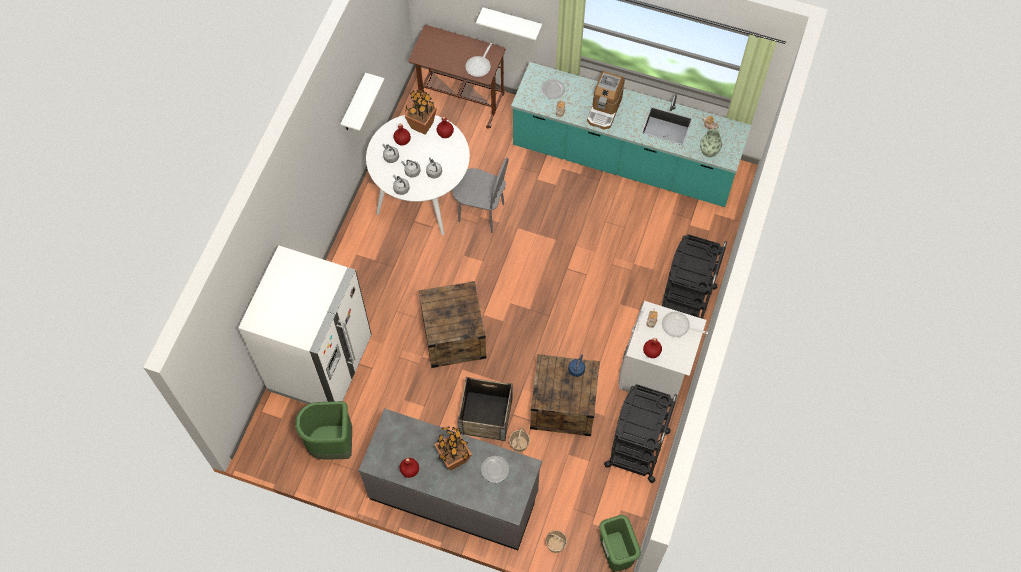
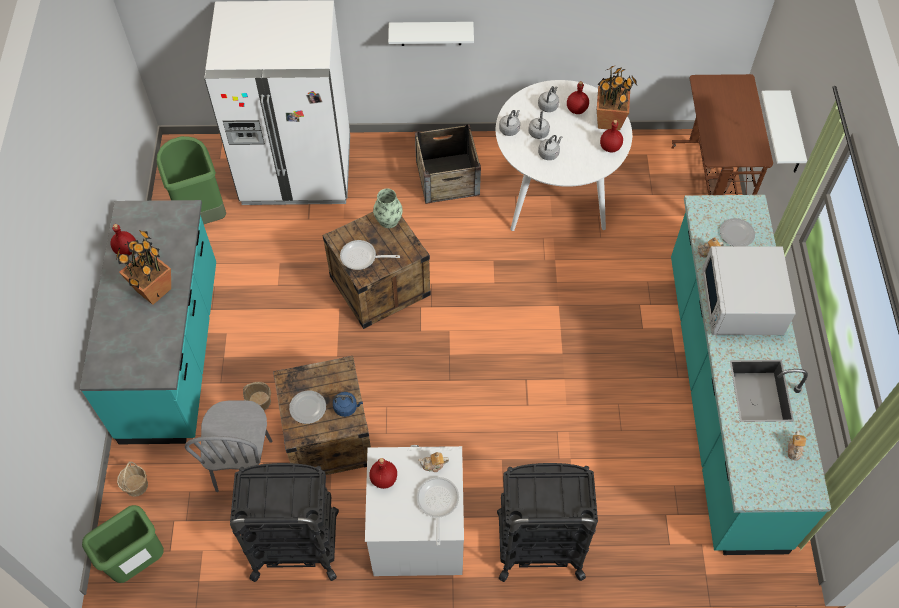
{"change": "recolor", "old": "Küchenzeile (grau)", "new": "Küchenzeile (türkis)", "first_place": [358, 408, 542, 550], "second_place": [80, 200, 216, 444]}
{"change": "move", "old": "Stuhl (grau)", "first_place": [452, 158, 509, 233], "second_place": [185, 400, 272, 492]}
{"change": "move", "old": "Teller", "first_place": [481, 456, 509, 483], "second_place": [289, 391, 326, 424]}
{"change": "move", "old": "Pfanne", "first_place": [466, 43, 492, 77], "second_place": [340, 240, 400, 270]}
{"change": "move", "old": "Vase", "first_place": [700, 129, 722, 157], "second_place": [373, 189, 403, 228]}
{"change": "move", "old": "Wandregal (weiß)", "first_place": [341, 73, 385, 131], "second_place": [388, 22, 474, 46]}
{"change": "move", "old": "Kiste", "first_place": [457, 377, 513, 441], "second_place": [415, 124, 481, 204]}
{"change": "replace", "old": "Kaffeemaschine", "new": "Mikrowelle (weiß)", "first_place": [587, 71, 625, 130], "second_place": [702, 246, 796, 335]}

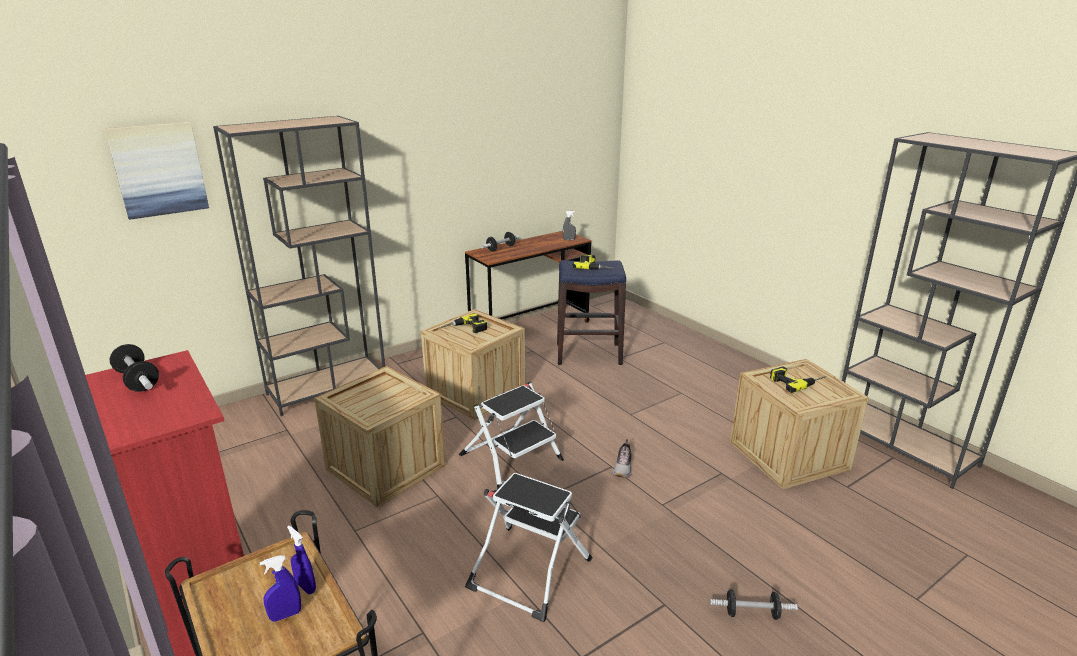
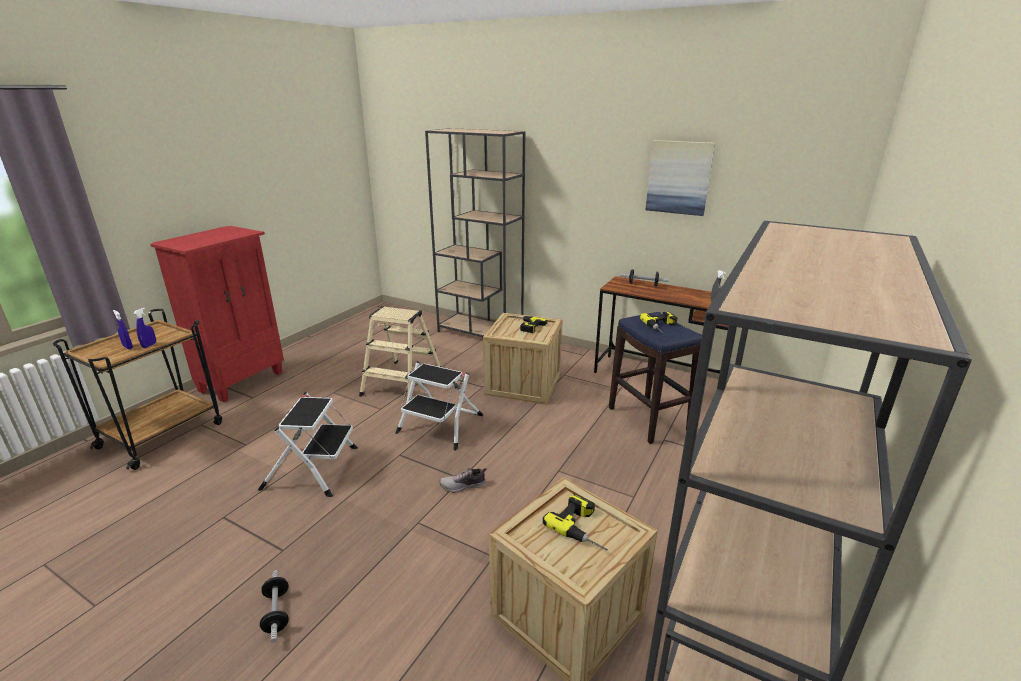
{"change": "replace", "old": "Kiste", "new": "Trittleiter (beige)", "first_place": [314, 366, 446, 507], "second_place": [359, 306, 441, 398]}
{"change": "move", "old": "Bild", "first_place": [105, 122, 209, 220], "second_place": [645, 140, 715, 216]}
{"change": "delete", "old": "Hantel", "first_place": [110, 344, 159, 392]}

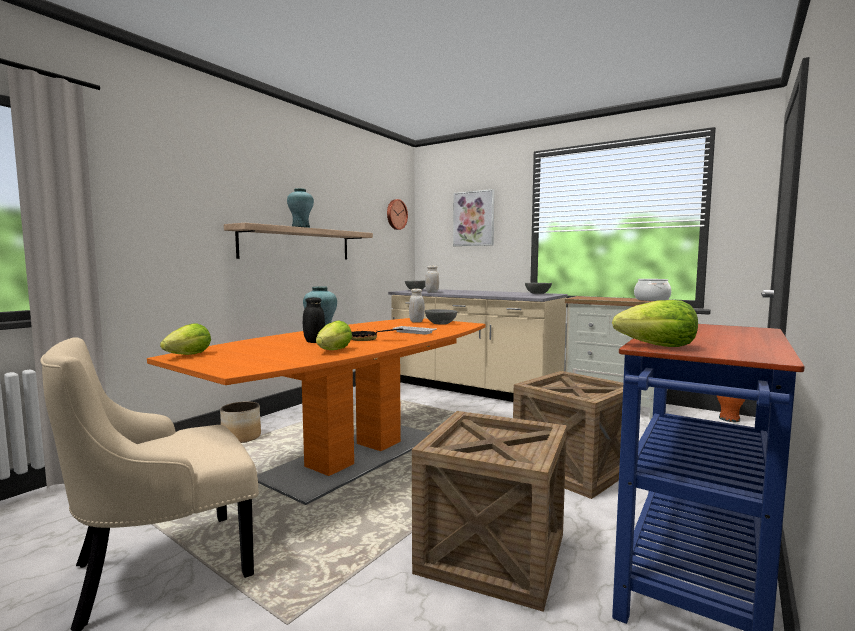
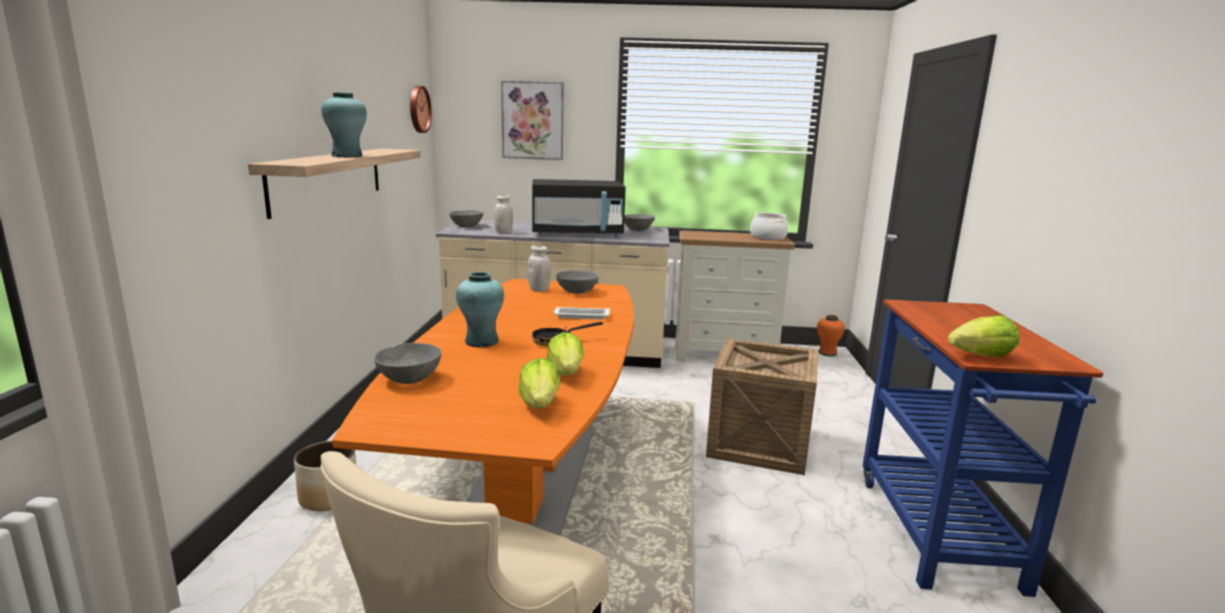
{"change": "insert", "new": "Schüssel (grau)", "second_place": [374, 343, 441, 384]}
{"change": "move", "old": "Salatkopf", "first_place": [160, 323, 211, 355], "second_place": [519, 358, 561, 409]}
{"change": "insert", "new": "Mikrowelle (schwarz)", "second_place": [532, 179, 626, 237]}
{"change": "delete", "old": "Vorratsglas (schwarz)", "first_place": [303, 297, 325, 343]}
{"change": "delete", "old": "Kiste", "first_place": [412, 411, 567, 612]}

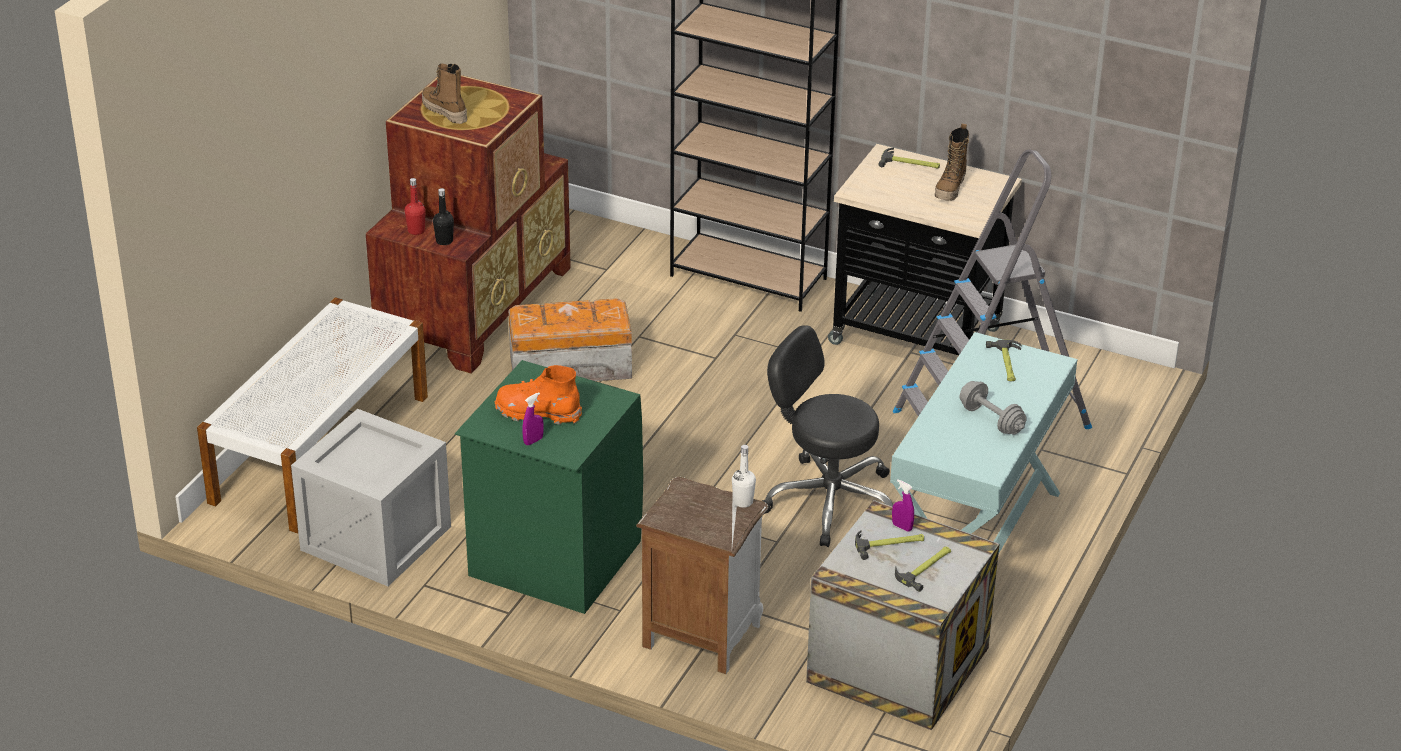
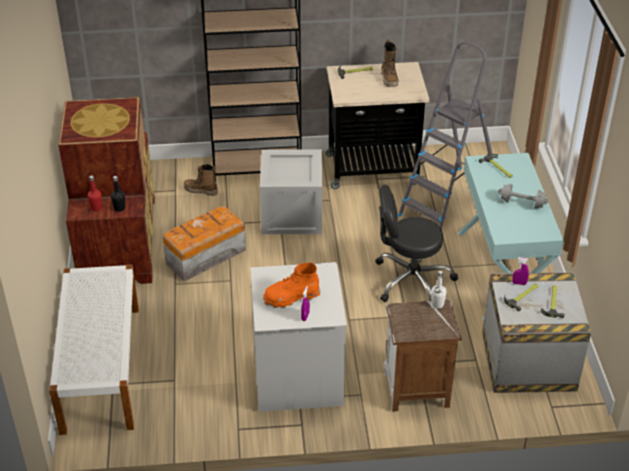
{"change": "move", "old": "Stiefel", "first_place": [422, 63, 467, 124], "second_place": [184, 164, 218, 196]}
{"change": "recolor", "old": "Waschmaschine (grün)", "new": "Waschmaschine (weiß)", "first_place": [455, 360, 643, 614], "second_place": [250, 262, 347, 412]}
{"change": "move", "old": "Kiste", "first_place": [291, 409, 451, 586], "second_place": [260, 150, 322, 234]}

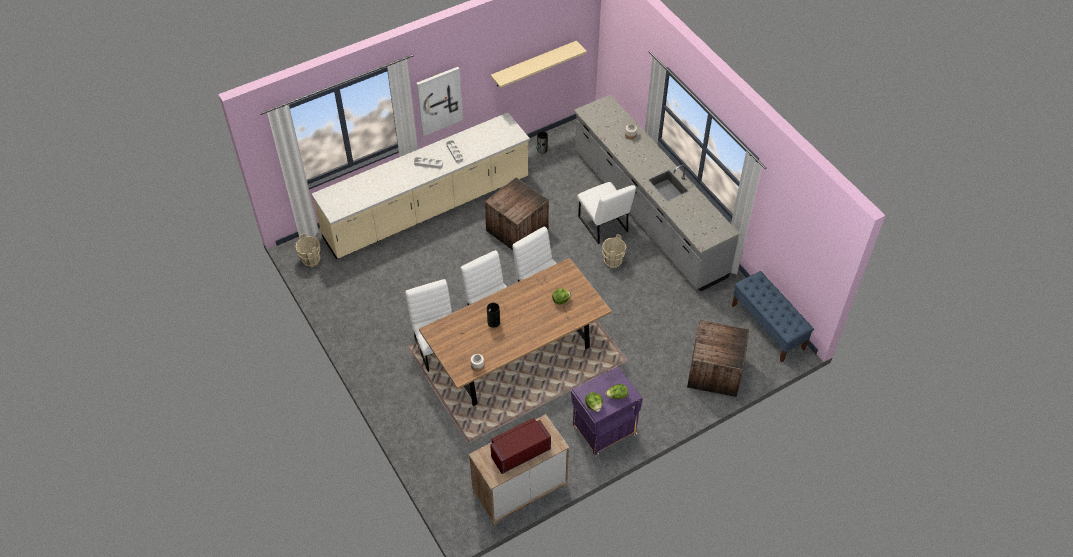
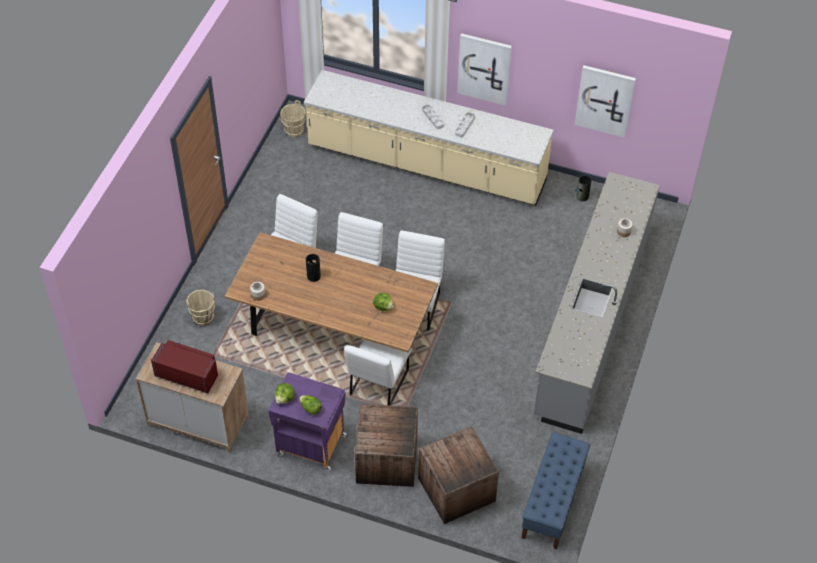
{"change": "move", "old": "Eimer (beige)", "first_place": [603, 234, 626, 268], "second_place": [186, 290, 215, 326]}
{"change": "move", "old": "Stuhl (weiß)", "first_place": [577, 182, 636, 244], "second_place": [344, 339, 411, 406]}
{"change": "move", "old": "Kiste", "first_place": [485, 177, 549, 250], "second_place": [355, 404, 418, 487]}
{"change": "replace", "old": "Wandregal (beige)", "new": "Bild", "first_place": [491, 41, 587, 88], "second_place": [575, 65, 636, 137]}

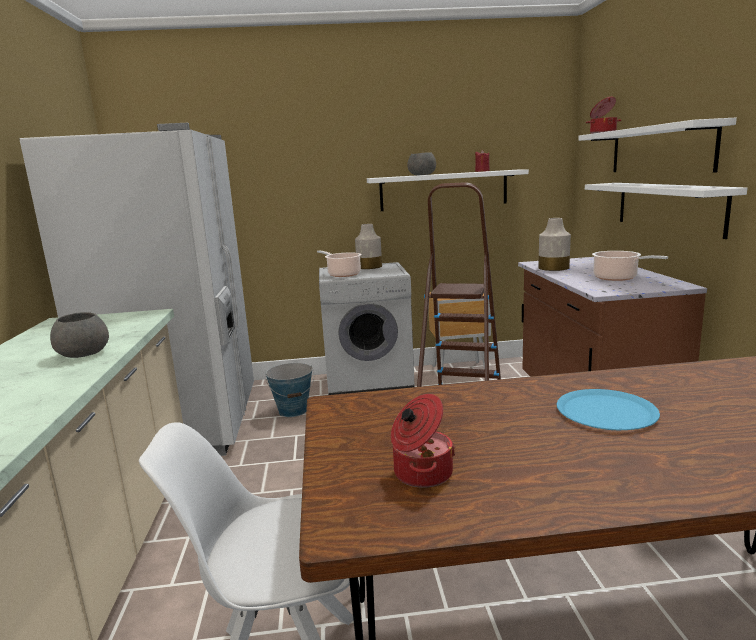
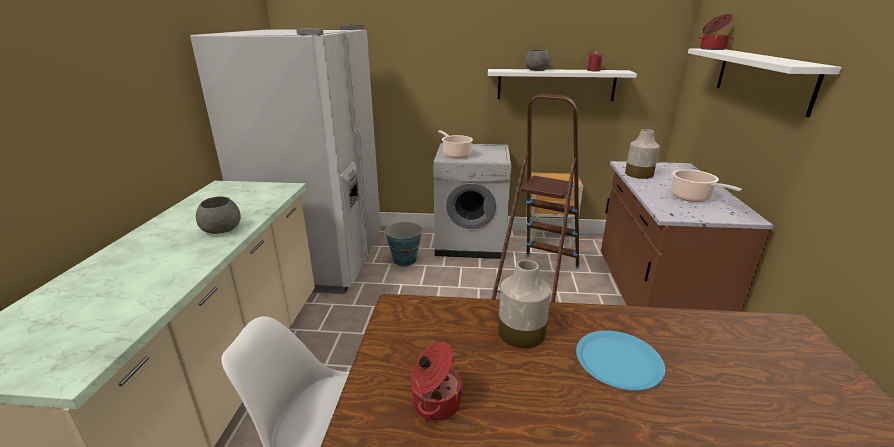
{"change": "move", "old": "Vase (beige)", "first_place": [355, 224, 382, 269], "second_place": [498, 260, 551, 348]}
{"change": "delete", "old": "Wandregal (weiß)", "first_place": [585, 183, 747, 239]}

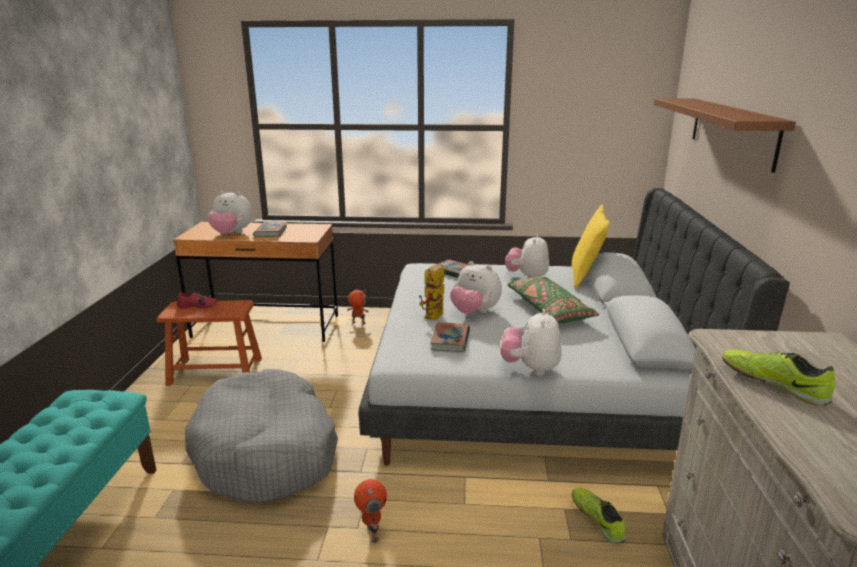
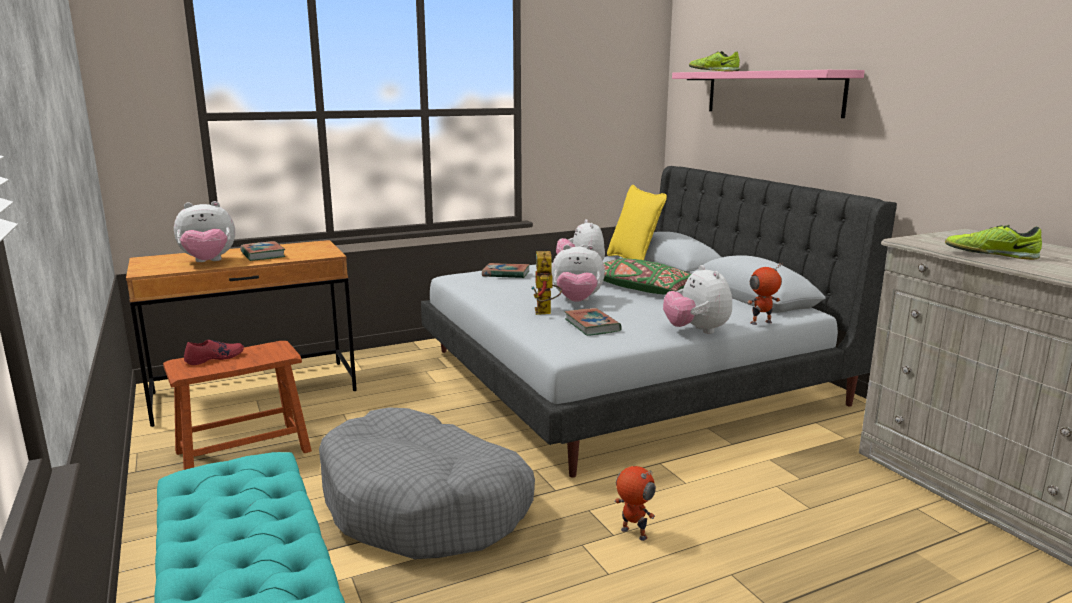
{"change": "recolor", "old": "Wandregal (braun)", "new": "Wandregal (rosa)", "first_place": [654, 98, 796, 173], "second_place": [672, 70, 865, 118]}
{"change": "move", "old": "Schuh", "first_place": [572, 488, 626, 544], "second_place": [689, 51, 740, 72]}
{"change": "move", "old": "Spielzeugroboter", "first_place": [347, 289, 369, 325], "second_place": [747, 263, 783, 325]}

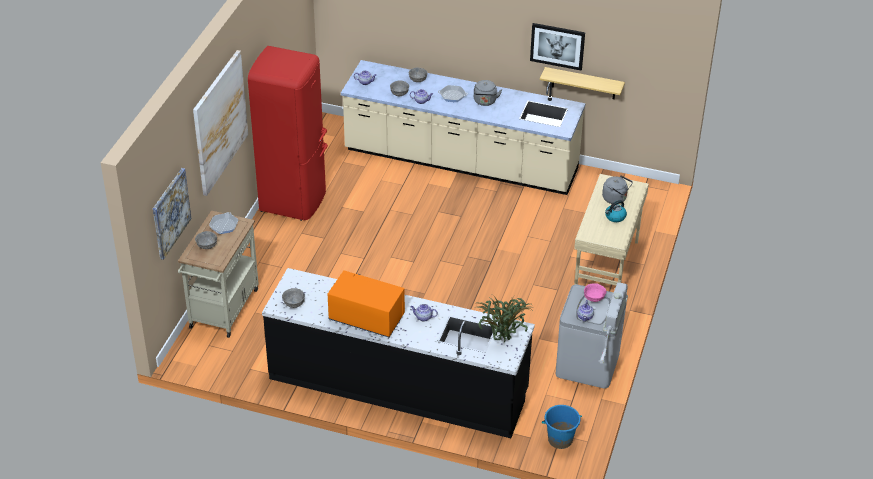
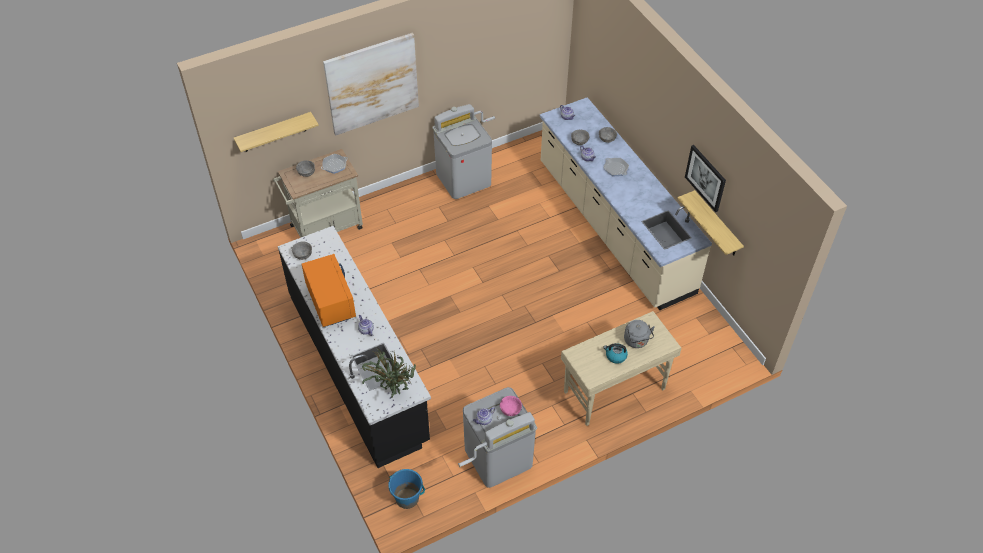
{"change": "replace", "old": "Bild", "new": "Wandregal", "first_place": [153, 168, 191, 260], "second_place": [234, 112, 319, 152]}
{"change": "replace", "old": "Kühlschrank (rot)", "new": "Waschmaschine (grau)", "first_place": [248, 46, 328, 221], "second_place": [432, 104, 495, 199]}
{"change": "delete", "old": "Wasserkessel (grau)", "first_place": [474, 80, 502, 106]}

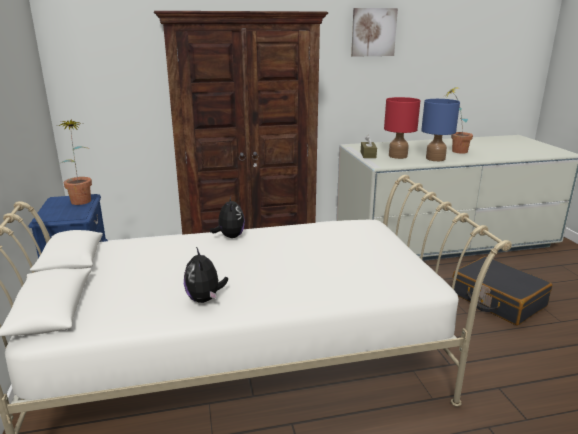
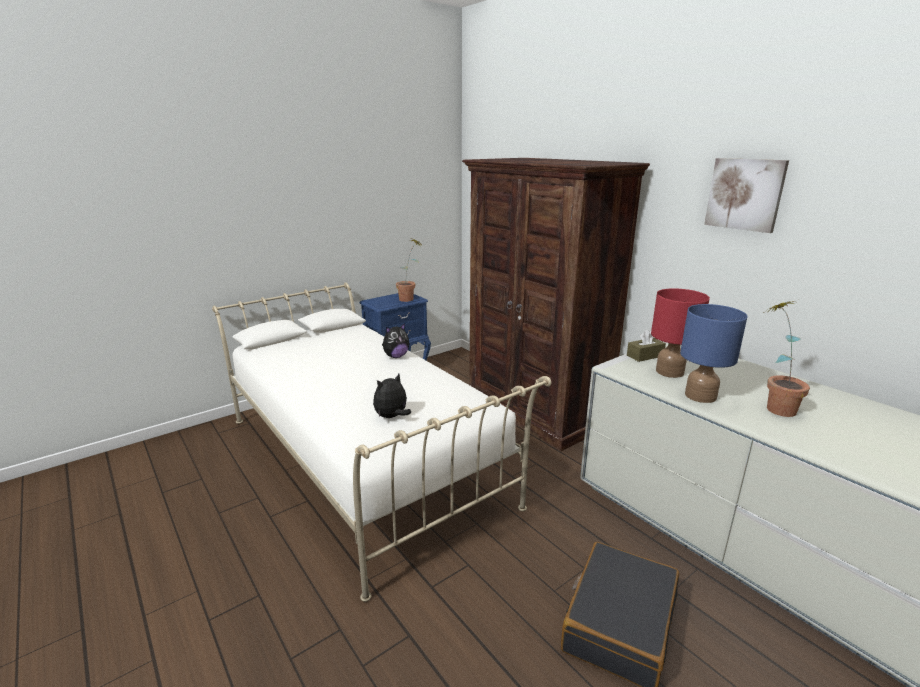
{"change": "move", "old": "Plüschtier", "first_place": [184, 247, 228, 303], "second_place": [373, 374, 411, 418]}

